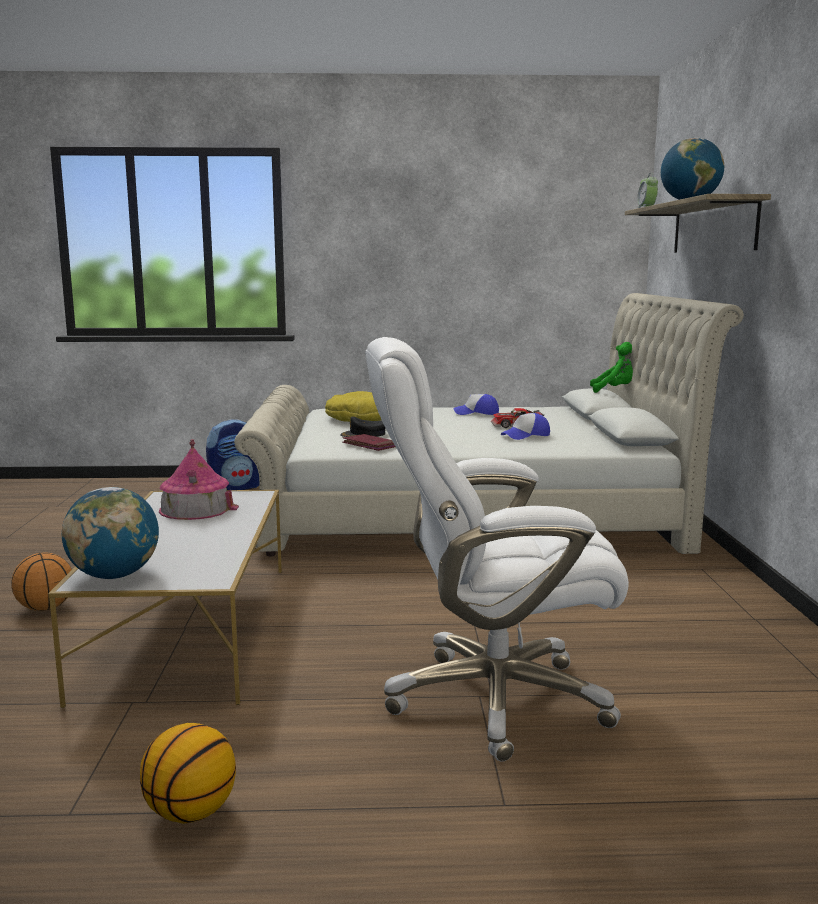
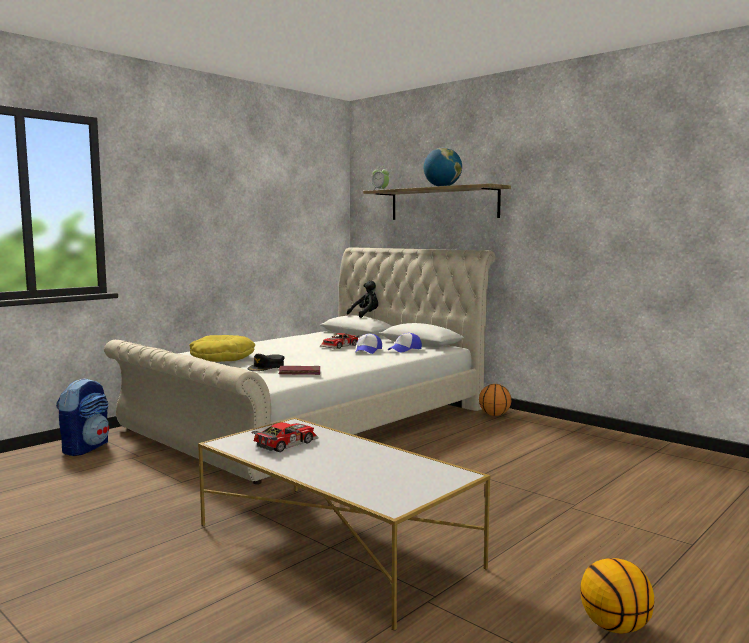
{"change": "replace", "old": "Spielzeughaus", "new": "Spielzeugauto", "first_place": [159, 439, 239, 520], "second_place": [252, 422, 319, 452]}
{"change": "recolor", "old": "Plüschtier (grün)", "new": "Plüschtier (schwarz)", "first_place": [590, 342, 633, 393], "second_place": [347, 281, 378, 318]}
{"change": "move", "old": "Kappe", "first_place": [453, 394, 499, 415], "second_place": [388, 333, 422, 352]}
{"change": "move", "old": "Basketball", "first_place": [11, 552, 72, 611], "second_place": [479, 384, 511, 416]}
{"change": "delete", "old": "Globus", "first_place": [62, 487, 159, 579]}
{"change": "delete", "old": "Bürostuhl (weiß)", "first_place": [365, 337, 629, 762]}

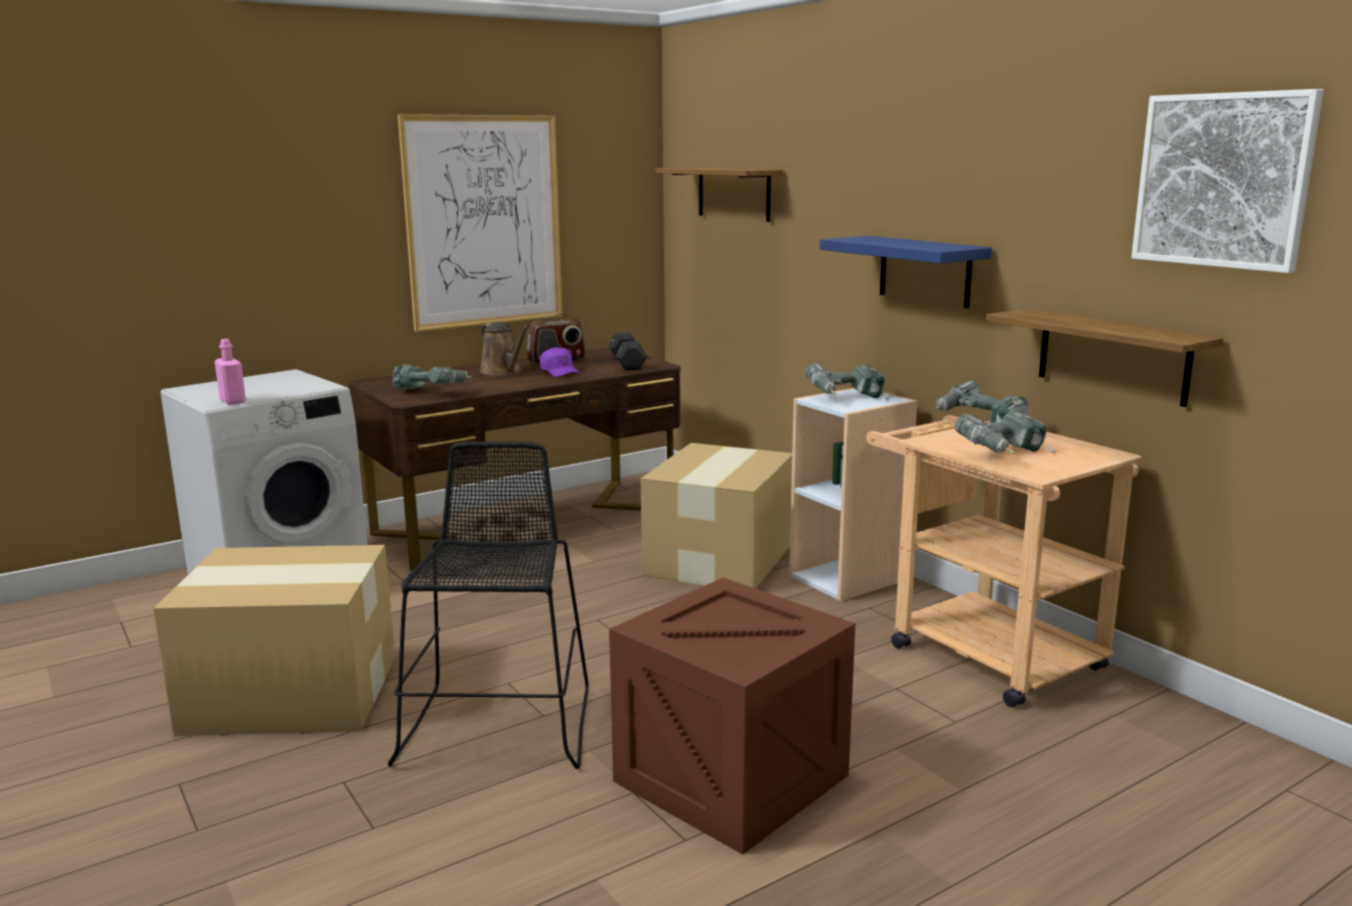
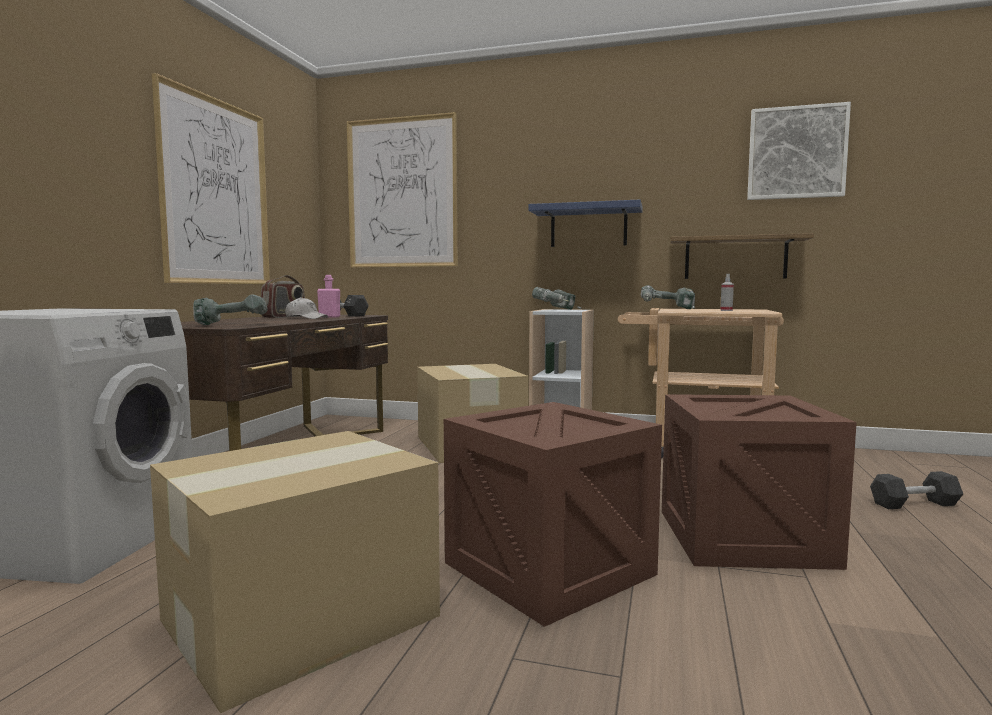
{"change": "recolor", "old": "Kappe (lila)", "new": "Kappe (weiß)", "first_place": [540, 347, 580, 377], "second_place": [285, 297, 328, 319]}
{"change": "move", "old": "Flasche (rosa)", "first_place": [215, 339, 246, 405], "second_place": [317, 275, 340, 318]}
{"change": "replace", "old": "Wandregal", "new": "Bild", "first_place": [655, 167, 783, 222], "second_place": [347, 112, 458, 268]}
{"change": "replace", "old": "Hocker (schwarz)", "new": "Kiste", "first_place": [388, 442, 589, 769], "second_place": [444, 402, 662, 627]}
{"change": "replace", "old": "Bohrmaschine", "new": "Sprühflasche", "first_place": [955, 411, 1056, 454], "second_place": [720, 274, 734, 311]}
{"change": "insert", "new": "Hantel (schwarz)", "second_place": [870, 471, 963, 509]}
{"change": "delete", "old": "Gießkanne (braun)", "first_place": [480, 323, 529, 376]}

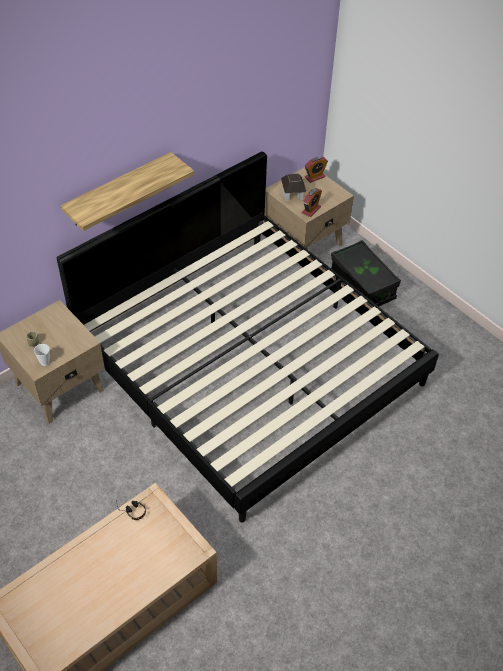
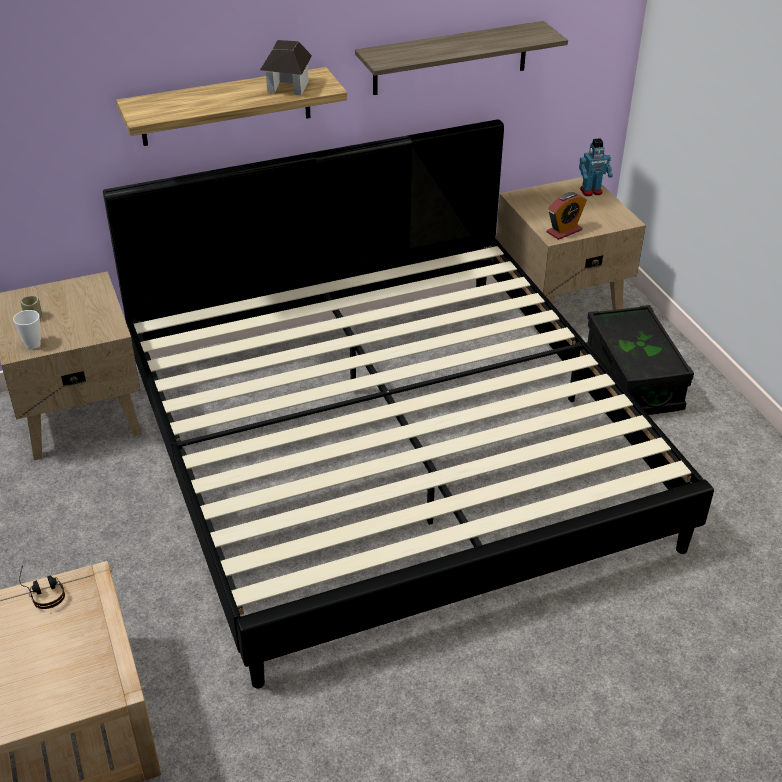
{"change": "move", "old": "Spielzeughaus", "first_place": [281, 174, 306, 201], "second_place": [260, 40, 312, 95]}
{"change": "insert", "new": "Wandregal", "second_place": [355, 21, 568, 95]}
{"change": "replace", "old": "Wecker", "new": "Spielzeugroboter", "first_place": [305, 156, 328, 183], "second_place": [579, 138, 613, 196]}

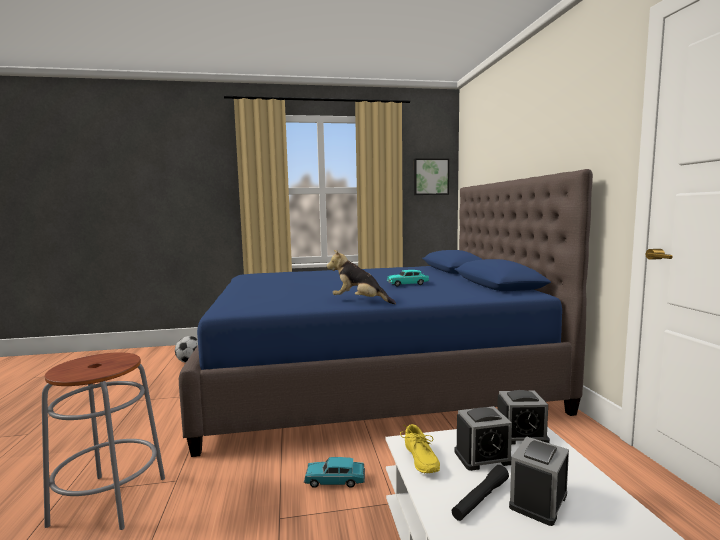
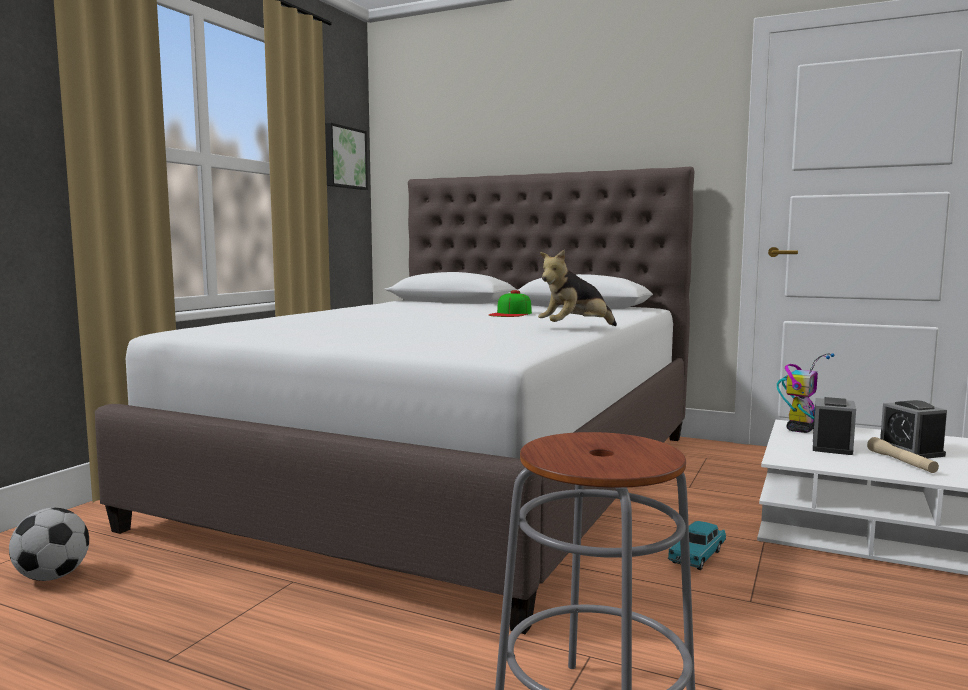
{"change": "recolor", "old": "Bett (blau)", "new": "Bett (weiß)", "first_place": [179, 169, 593, 457], "second_place": [95, 167, 694, 634]}
{"change": "replace", "old": "Spielzeugauto (türkis)", "new": "Kappe", "first_place": [387, 270, 430, 287], "second_place": [489, 290, 532, 317]}
{"change": "replace", "old": "Wecker", "new": "Spielzeugroboter", "first_place": [497, 390, 550, 445], "second_place": [777, 353, 835, 433]}
{"change": "recolor", "old": "Taschenlampe (schwarz)", "new": "Taschenlampe (beige)", "first_place": [452, 465, 509, 521], "second_place": [867, 437, 939, 473]}
{"change": "delete", "old": "Schuh (gelb)", "first_place": [400, 424, 440, 473]}

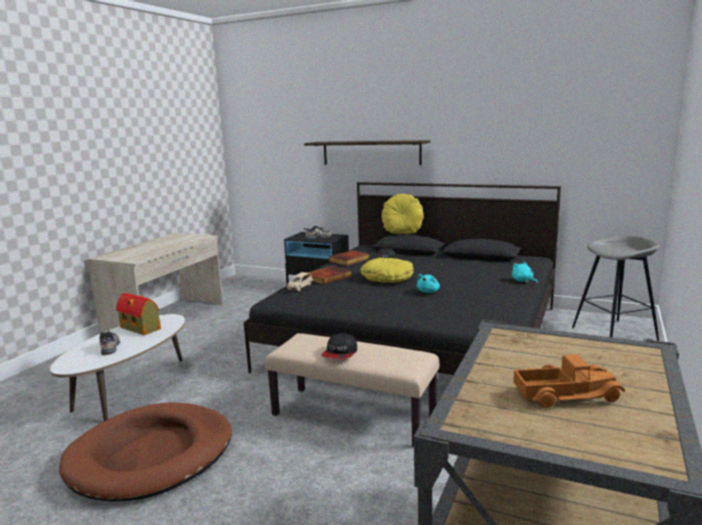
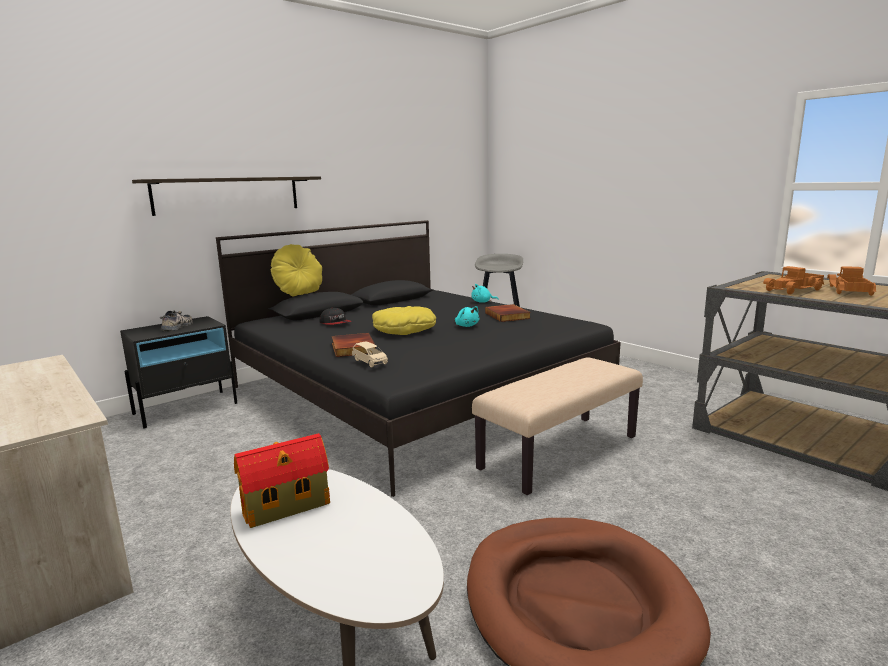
{"change": "move", "old": "Buch", "first_place": [329, 250, 370, 266], "second_place": [485, 304, 531, 322]}
{"change": "insert", "new": "Spielzeuglaster", "second_place": [763, 266, 824, 295]}
{"change": "delete", "old": "Schuh", "first_place": [99, 330, 120, 355]}
{"change": "delete", "old": "Kappe", "first_place": [322, 333, 357, 359]}

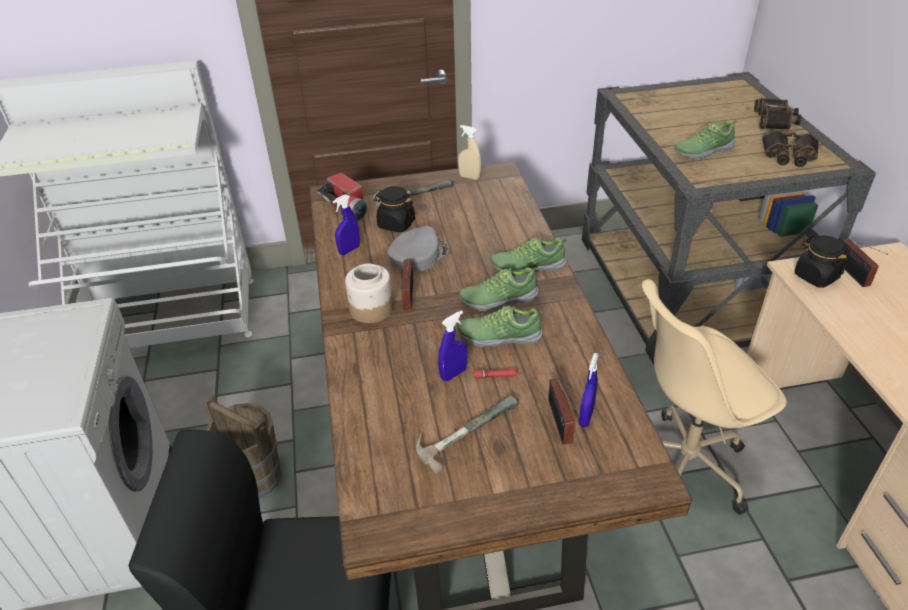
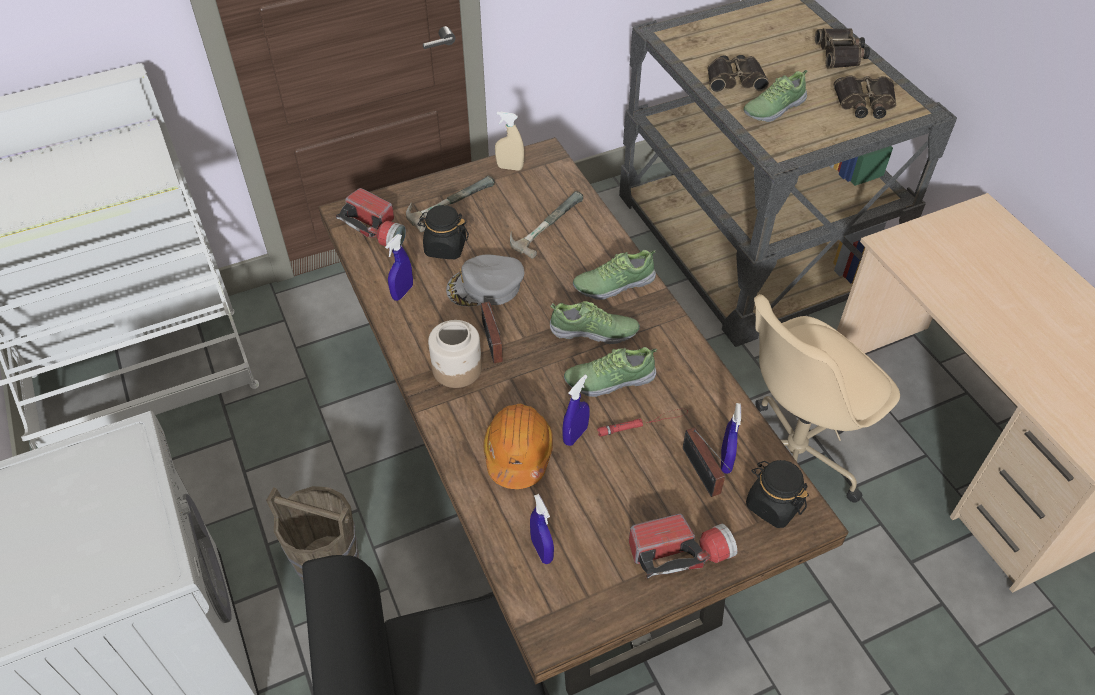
{"change": "rotate", "old": "Kappe (grau)", "first_place": [387, 226, 449, 272], "second_place": [446, 255, 524, 306], "degrees": -135}
{"change": "insert", "new": "Schutzhelm (orange)", "second_place": [483, 404, 553, 489]}
{"change": "move", "old": "Hammer", "first_place": [416, 394, 519, 474], "second_place": [510, 191, 583, 259]}
{"change": "insert", "new": "Sprühflasche (blau)", "second_place": [530, 494, 554, 564]}
{"change": "rotate", "old": "Schuh", "first_place": [459, 267, 538, 311], "second_place": [550, 301, 640, 344], "degrees": -150}
{"change": "insert", "new": "Taschenlampe", "second_place": [629, 513, 737, 578]}
{"change": "insert", "new": "Fernglas", "second_place": [707, 55, 769, 93]}
{"change": "move", "old": "Vorratsglas (schwarz)", "first_place": [794, 236, 847, 288], "second_place": [746, 460, 809, 528]}
{"change": "delete", "old": "Radio", "first_place": [841, 238, 888, 287]}

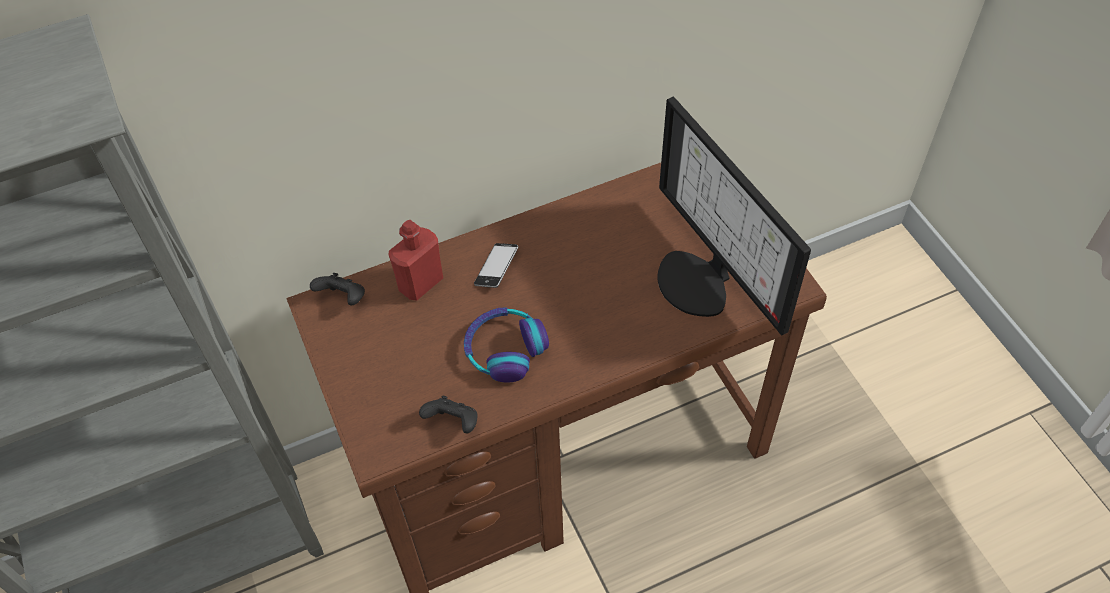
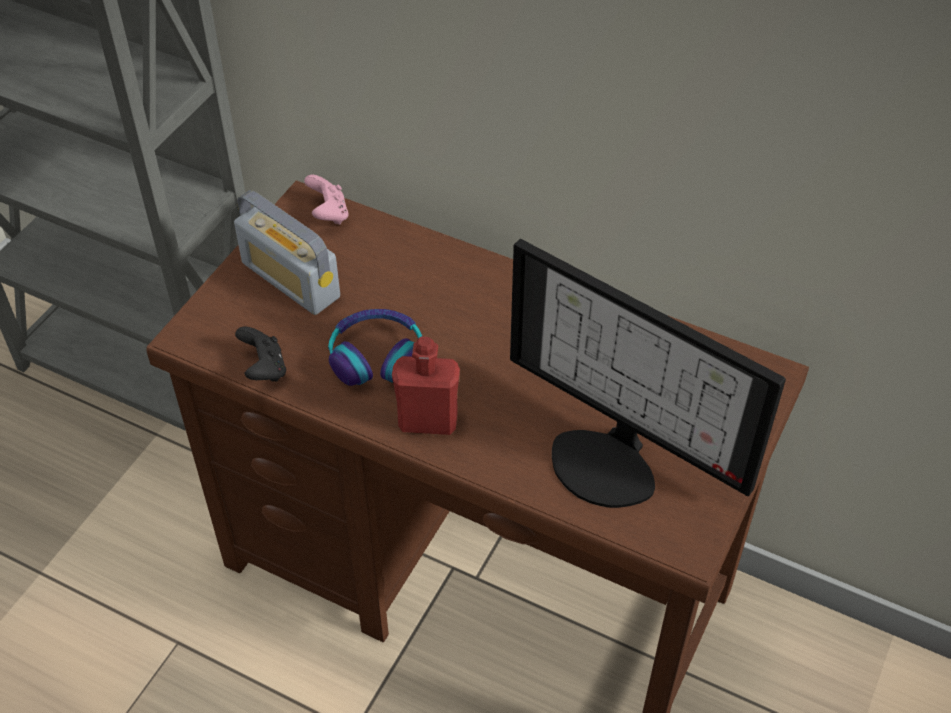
{"change": "insert", "new": "Radio", "second_place": [234, 190, 340, 315]}
{"change": "recolor", "old": "Gamepad (schwarz)", "new": "Gamepad (rosa)", "first_place": [310, 273, 365, 305], "second_place": [304, 174, 349, 225]}
{"change": "move", "old": "Flasche (rot)", "first_place": [389, 220, 443, 301], "second_place": [392, 337, 460, 435]}
{"change": "rotate", "old": "Monitor", "first_place": [657, 97, 811, 335], "second_place": [510, 239, 786, 508], "degrees": -75}
{"change": "delete", "old": "Handy", "first_place": [474, 243, 518, 288]}

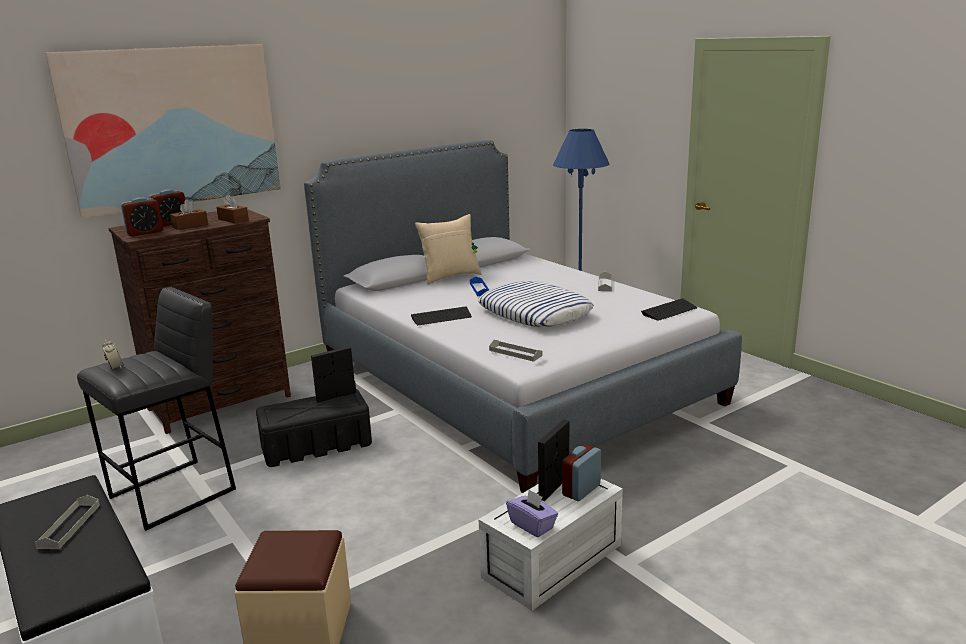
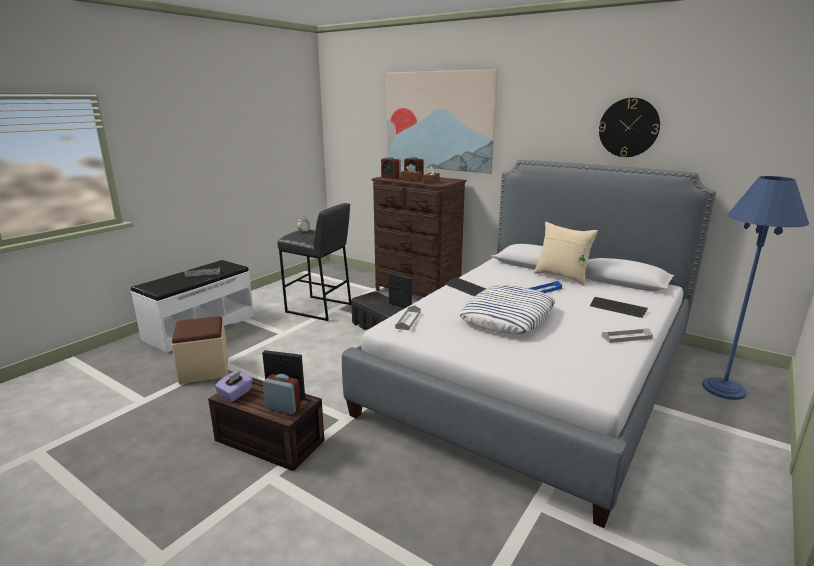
{"change": "recolor", "old": "Aufbewahrungsbox (weiß)", "new": "Aufbewahrungsbox (braun)", "first_place": [478, 479, 623, 611], "second_place": [208, 377, 325, 471]}
{"change": "move", "old": "Tastatur", "first_place": [641, 298, 697, 321], "second_place": [590, 297, 648, 318]}
{"change": "insert", "new": "Wanduhr", "second_place": [599, 98, 660, 157]}

